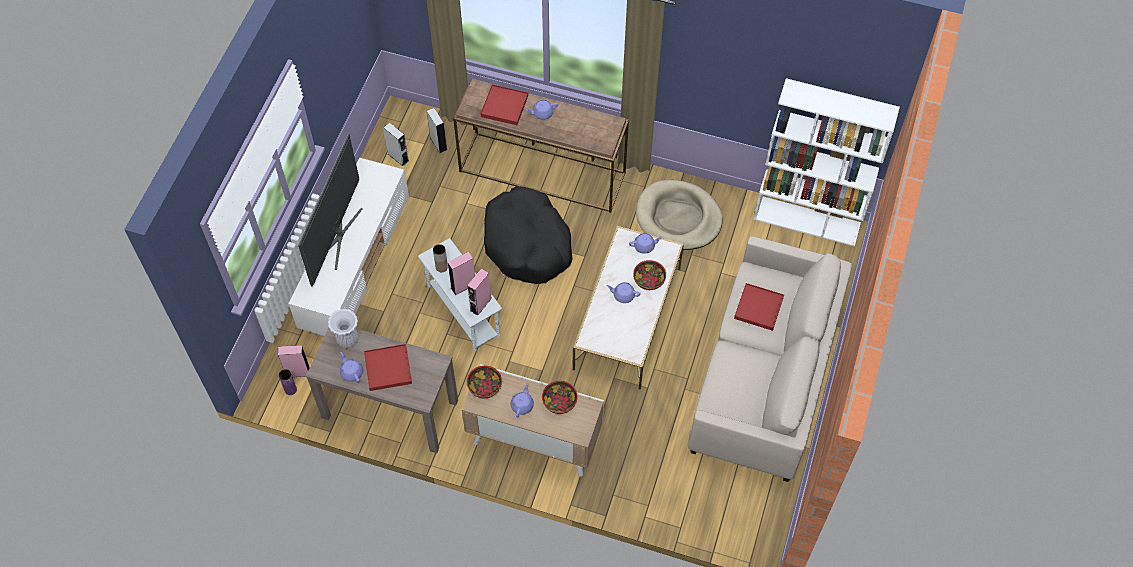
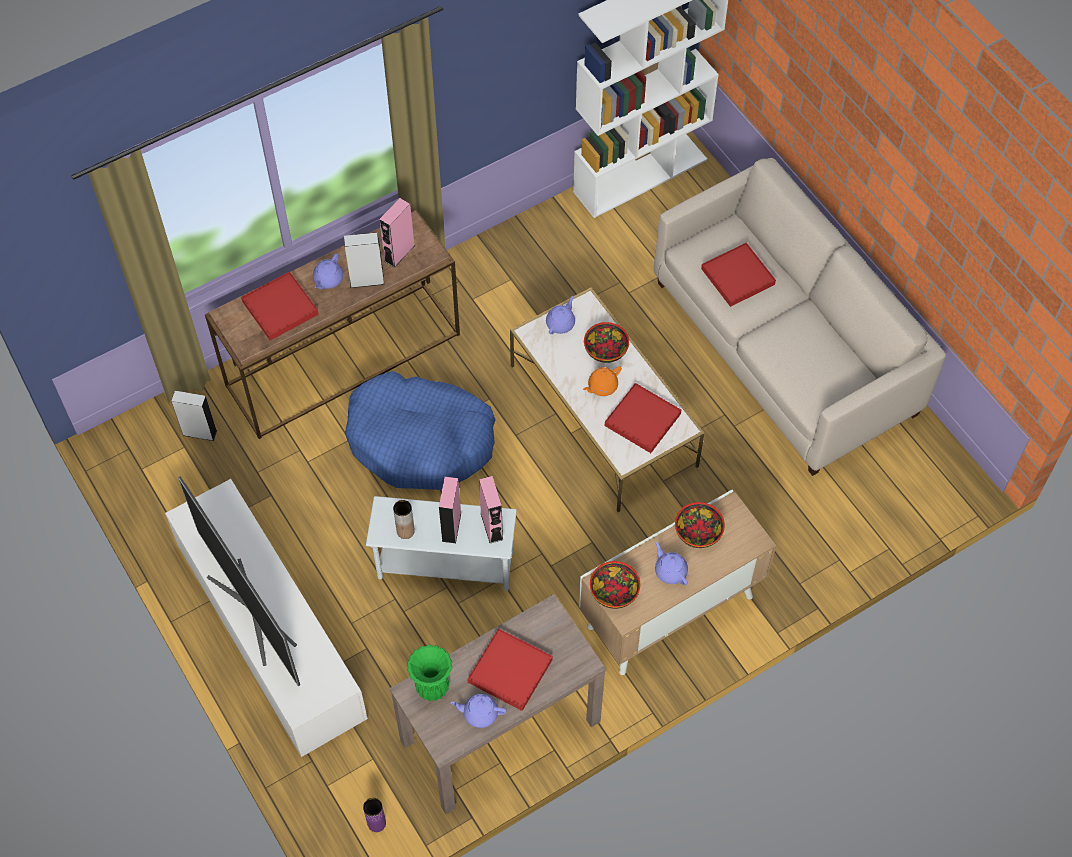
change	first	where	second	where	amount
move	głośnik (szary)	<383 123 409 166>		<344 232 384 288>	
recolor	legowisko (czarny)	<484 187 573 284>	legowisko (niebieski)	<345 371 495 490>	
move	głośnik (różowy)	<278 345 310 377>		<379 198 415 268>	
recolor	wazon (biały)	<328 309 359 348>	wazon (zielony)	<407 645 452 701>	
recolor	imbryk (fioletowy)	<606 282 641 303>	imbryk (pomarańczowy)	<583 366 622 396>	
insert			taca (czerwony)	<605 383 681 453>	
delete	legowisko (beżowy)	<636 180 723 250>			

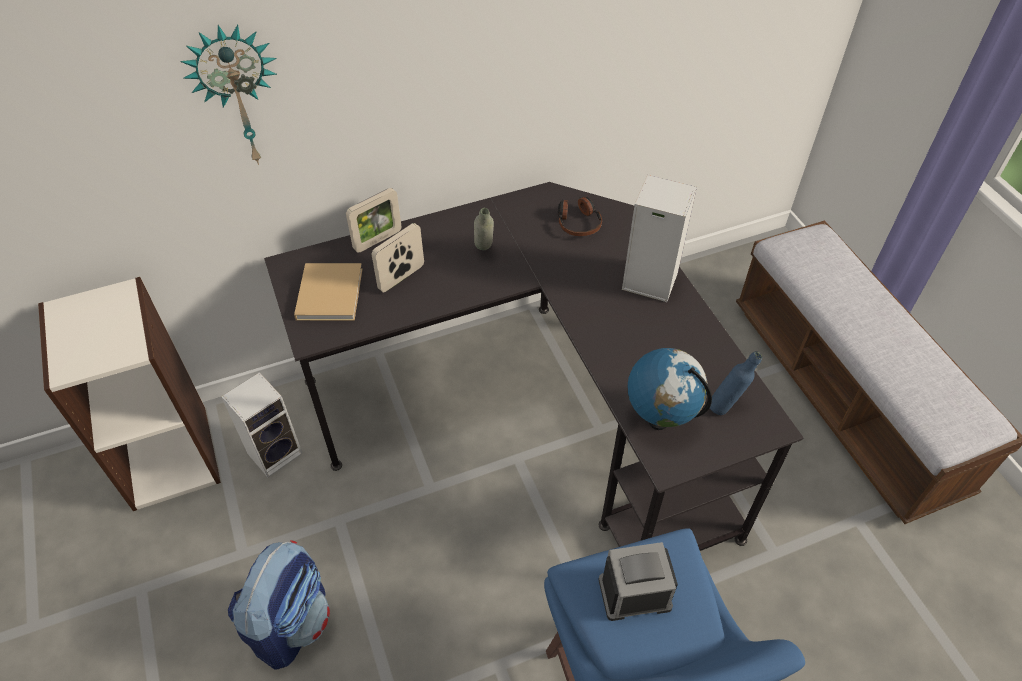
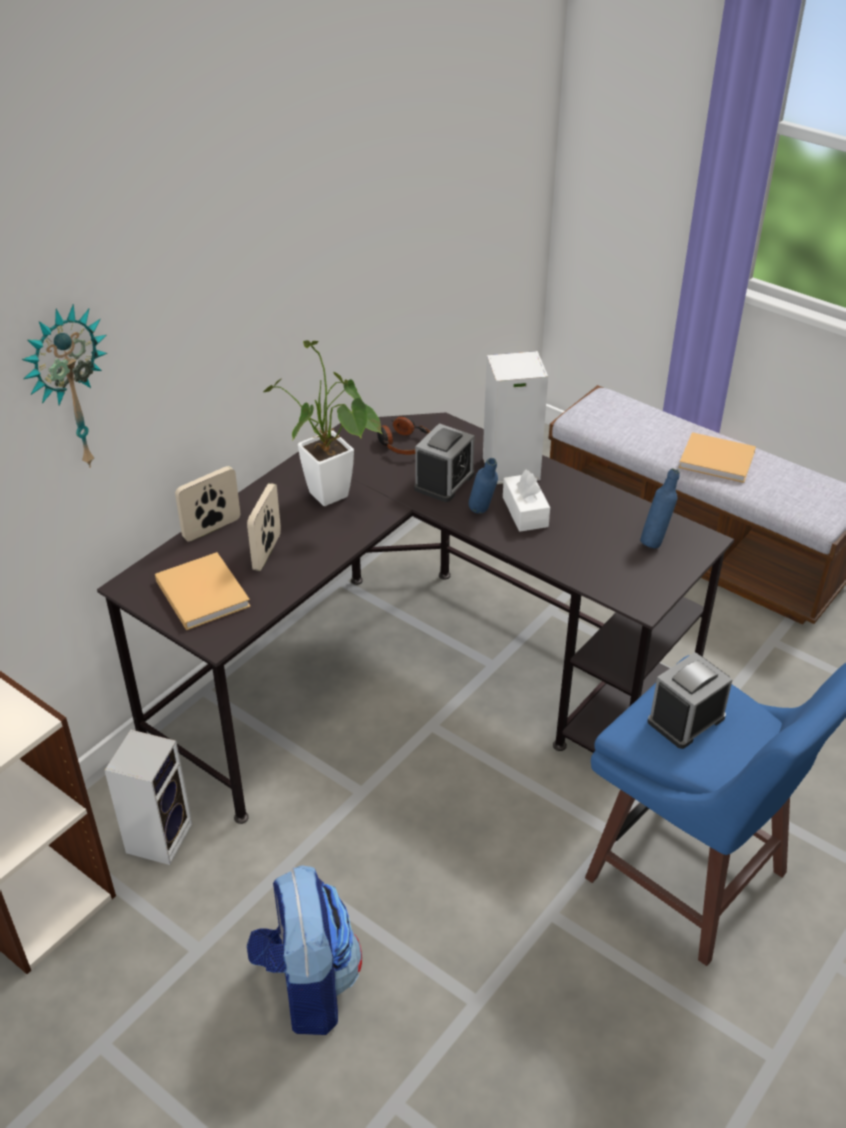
change	first	where	second	where	amount
rotate	ramka na zdjęcie	<346 188 402 253>		<175 466 240 542>	150 degrees counterclockwise
replace	butelka (szary)	<474 208 494 250>	roślina doniczkowa	<263 340 383 506>	
insert			budzik	<414 423 475 502>	
insert			butelka (niebieski)	<469 458 498 514>	
insert			pudełko chusteczek (biały)	<503 469 550 532>	
insert			książka (beżowy)	<679 432 756 483>	
delete	globus	<628 348 712 430>			

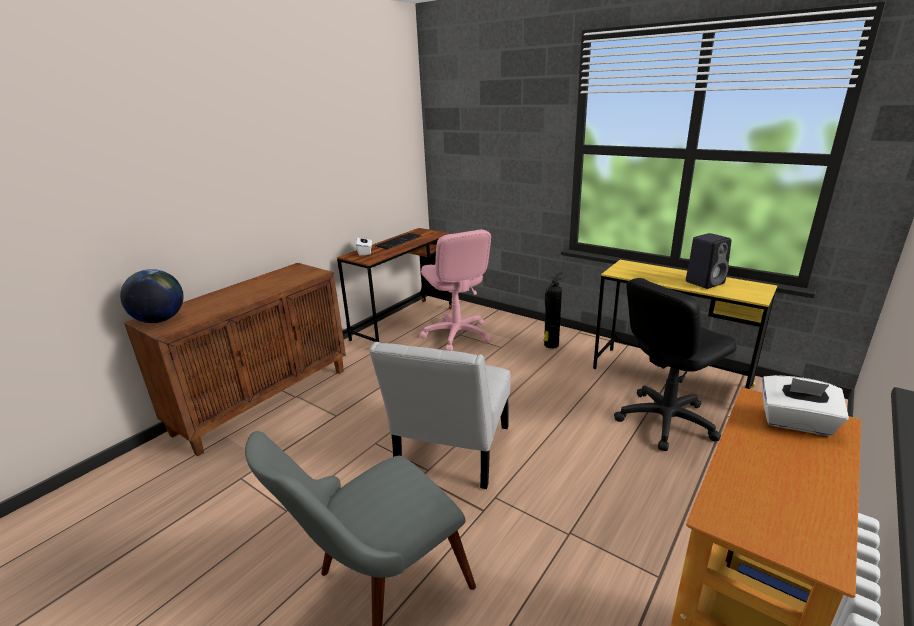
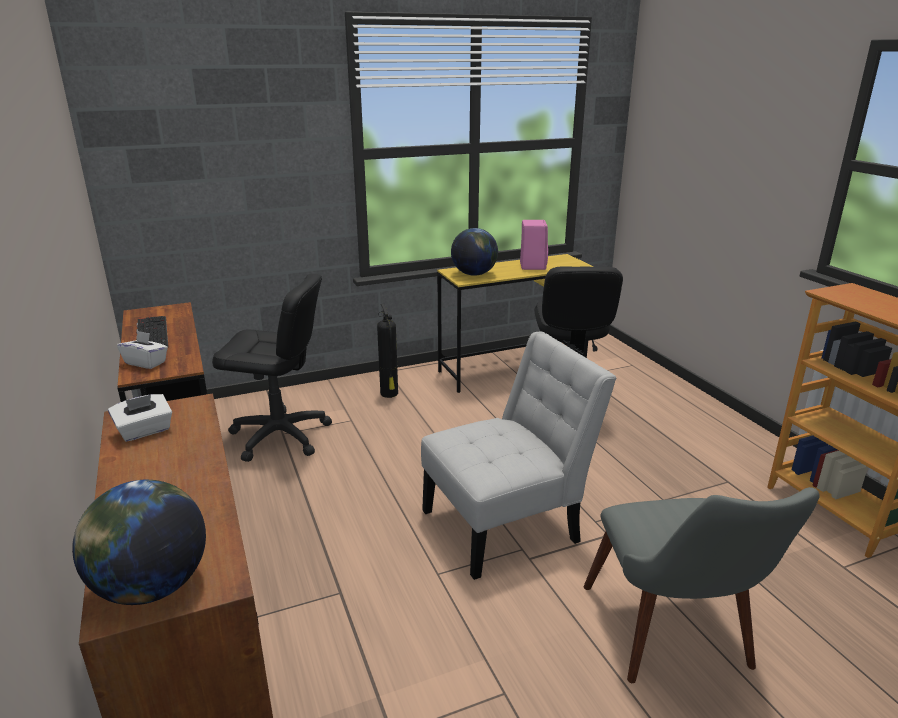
change	first	where	second	where	amount
move	pudełko chusteczek (biały)	<762 375 849 436>		<108 394 172 442>	
recolor	krzesło biurowe (różowy)	<420 230 491 351>	krzesło biurowe (czarny)	<212 274 332 462>	
rotate	krzesło (biały)	<369 342 510 489>		<421 332 617 580>	75 degrees counterclockwise
insert			globus	<451 228 498 276>	
recolor	głośnik (czarny)	<686 233 731 289>	głośnik (różowy)	<520 220 548 270>	

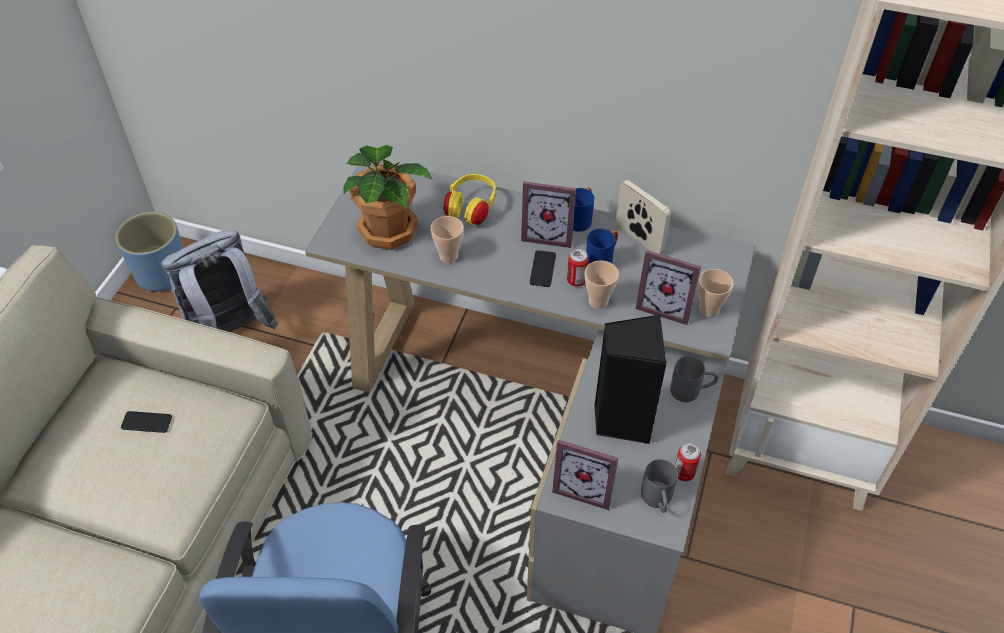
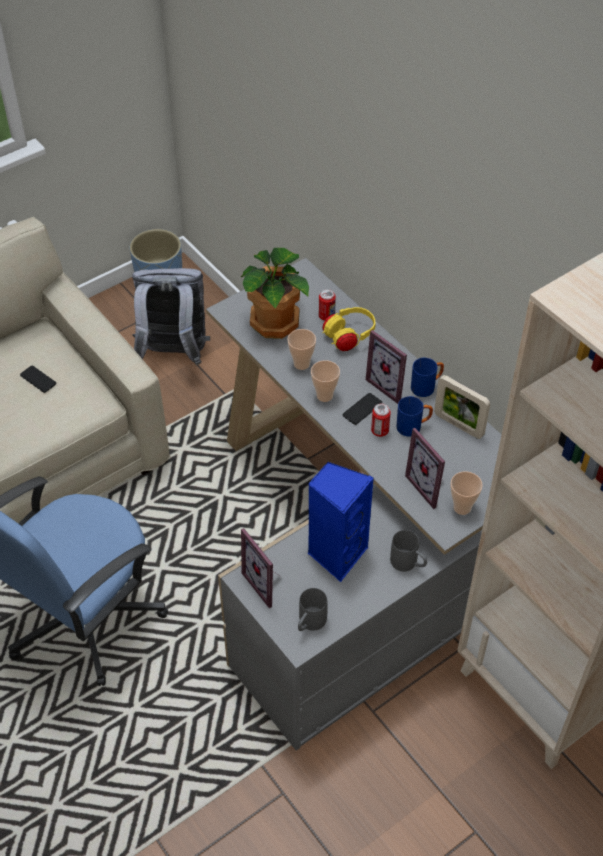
change	first	where	second	where	amount
recolor	głośnik (czarny)	<594 315 667 444>	głośnik (niebieski)	<308 461 374 582>	
move	filiżanka	<584 260 619 309>		<311 360 340 402>	
move	puszka	<675 443 701 481>		<319 289 336 321>	
rotate	ramka na zdjęcie	<616 180 671 254>		<434 375 490 439>	135 degrees clockwise

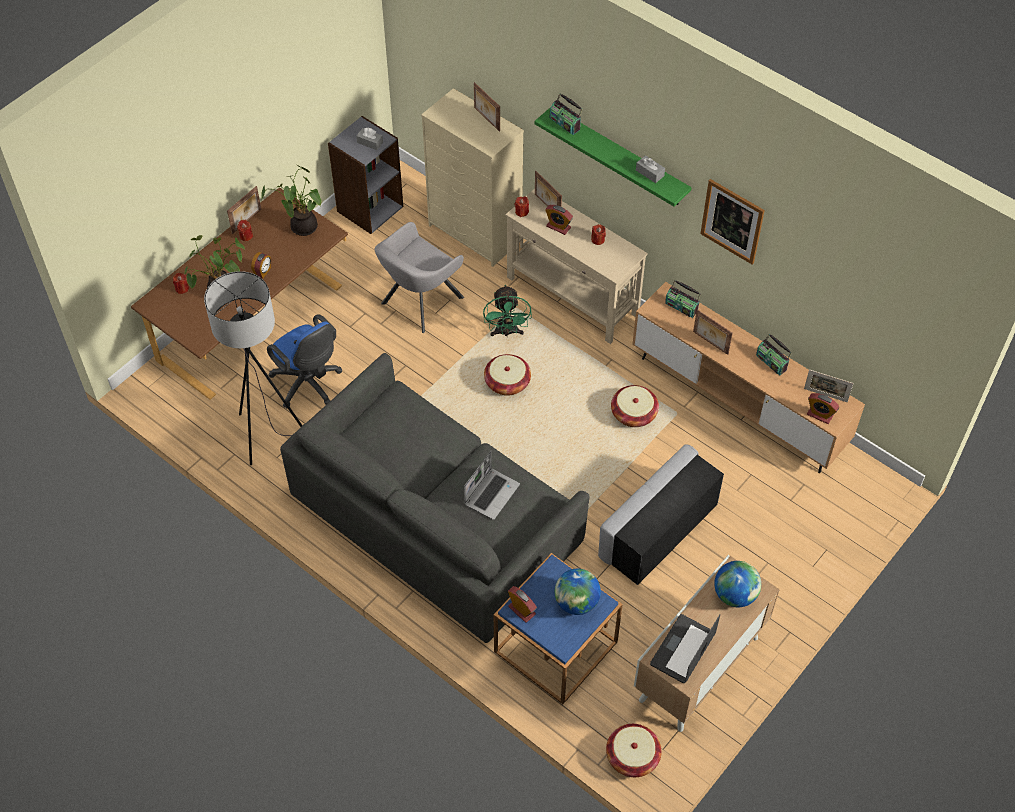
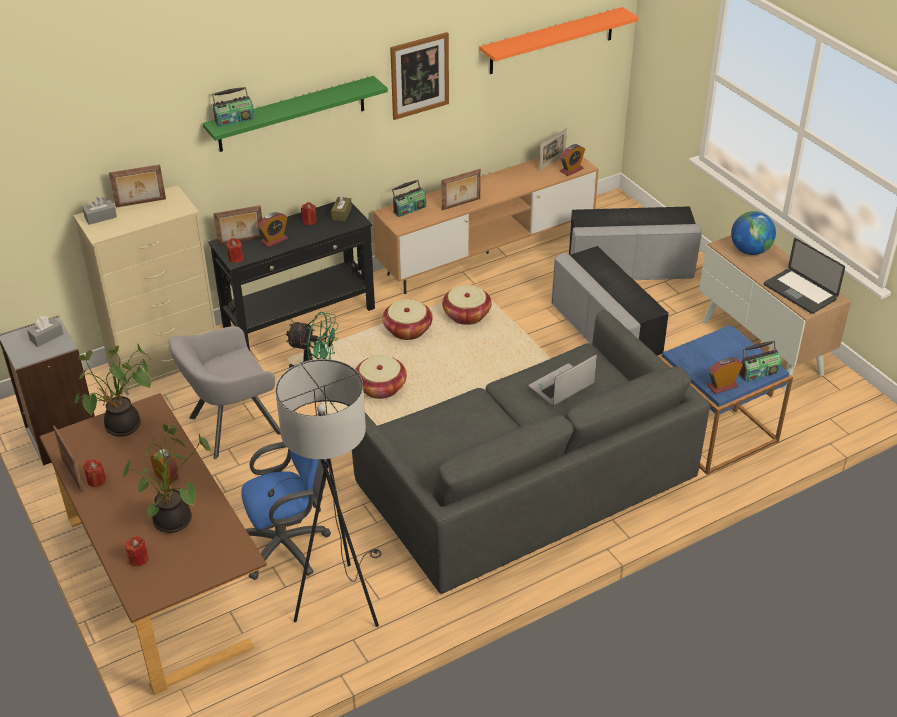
change	first	where	second	where	amount
move	pudełko chusteczek (szary)	<636 155 665 183>		<82 197 117 225>	
rotate	fotel (szary)	<374 222 464 333>		<168 326 281 459>	90 degrees clockwise
recolor	stolik konsolowy (beżowy)	<506 189 648 344>	stolik konsolowy (czarny)	<208 202 375 351>	
insert			pudełko chusteczek (brązowy)	<331 194 352 222>	
move	koszyk	<606 724 662 777>		<383 299 432 340>	
insert			półka (pomarańczowy)	<480 7 639 74>	
rotate	laptop	<464 451 520 520>		<528 355 597 406>	90 degrees counterclockwise
insert			pufa (szary)	<569 206 702 280>	
move	radio	<756 333 792 375>		<739 341 781 382>	
delete	globus	<555 569 601 615>			

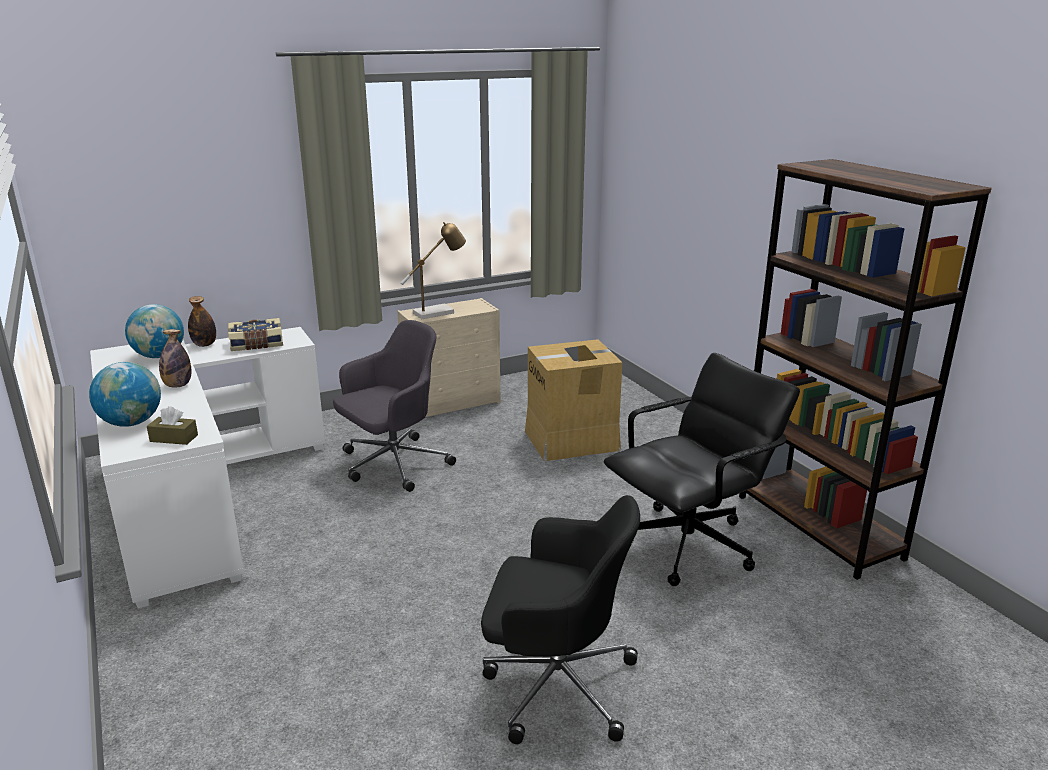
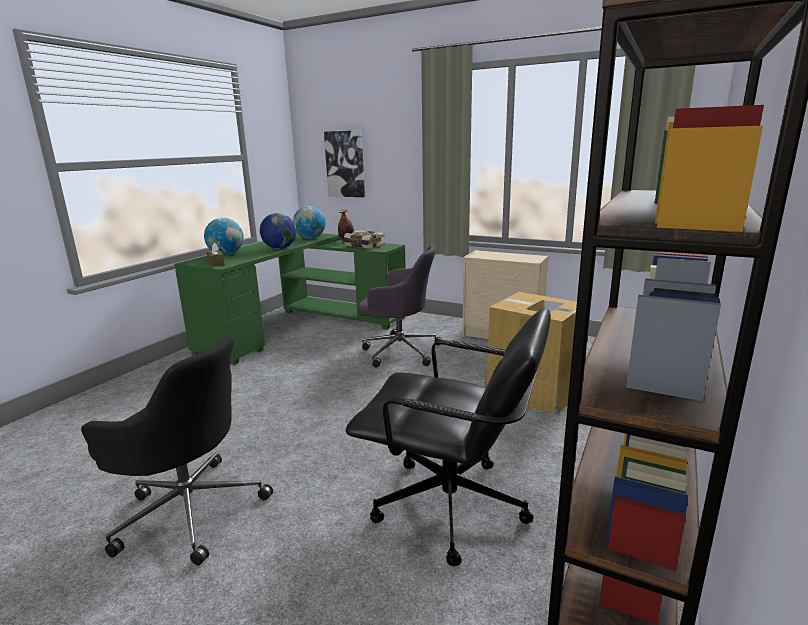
change	first	where	second	where	amount
rotate	krzesło biurowe (czarny)	<481 495 640 744>		<81 337 273 565>	45 degrees counterclockwise
recolor	biurko (biały)	<90 327 325 608>	biurko (zielony)	<174 233 406 365>	
replace	butelka	<159 329 191 387>	globus	<260 213 296 249>	
insert			obraz	<324 130 365 197>	
delete	lampa stołowa	<401 222 466 319>			

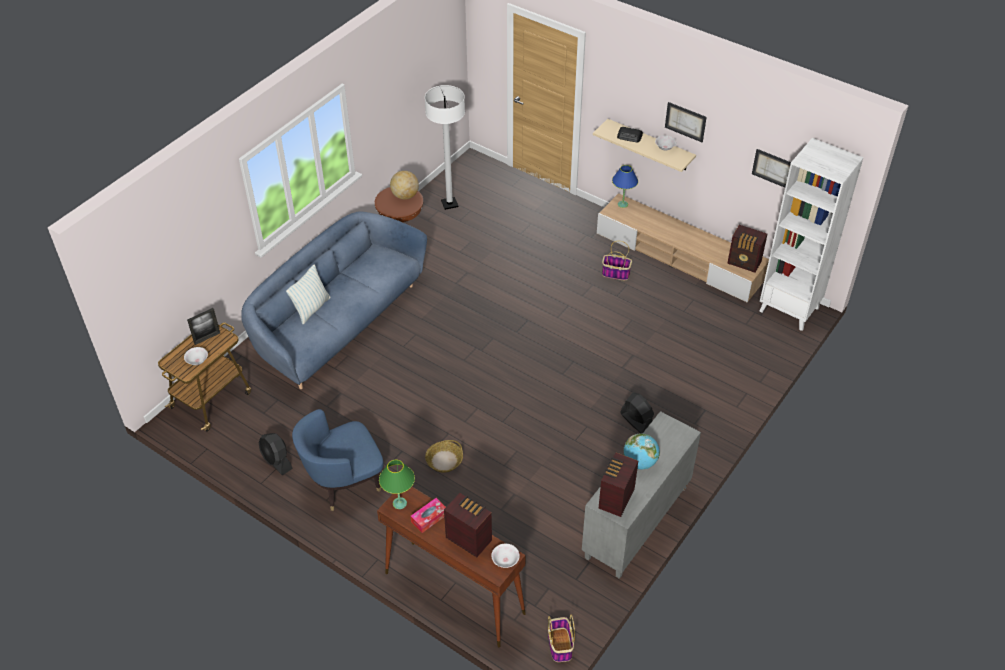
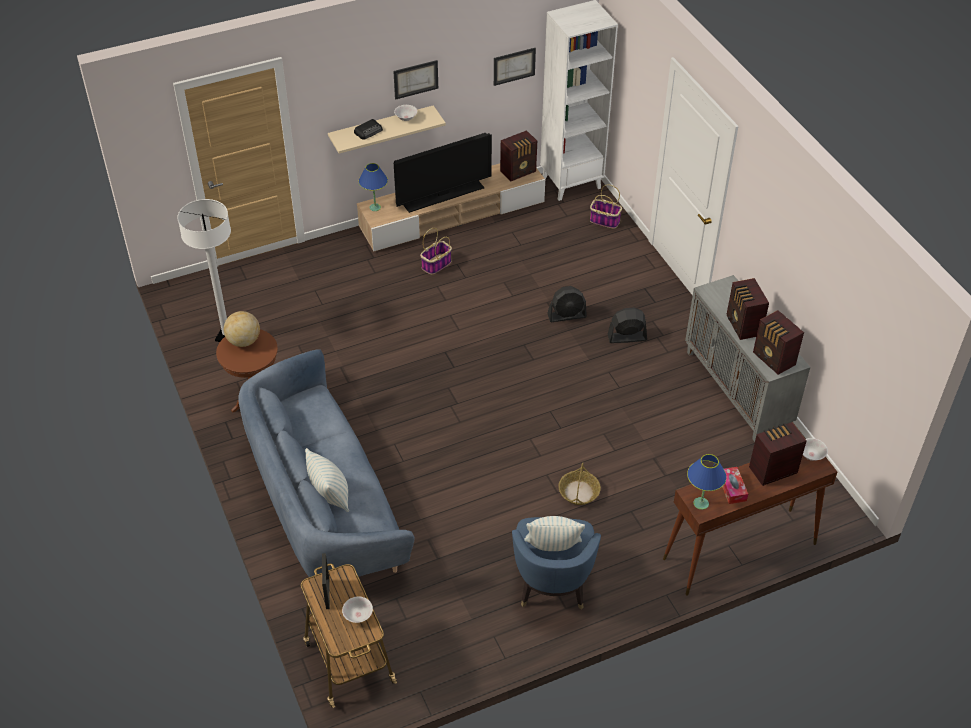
change	first	where	second	where	amount
insert			telewizor	<394 133 492 213>	
insert			poduszka	<524 516 585 551>	
move	wentylator (czarny)	<259 433 293 475>		<547 286 587 322>	
move	koszyk	<548 614 575 662>		<590 184 622 228>	
recolor	lampa stołowa (zielony)	<379 460 415 509>	lampa stołowa (niebieski)	<687 454 727 510>	
replace	globus	<624 433 660 469>	radio	<726 278 769 340>	

